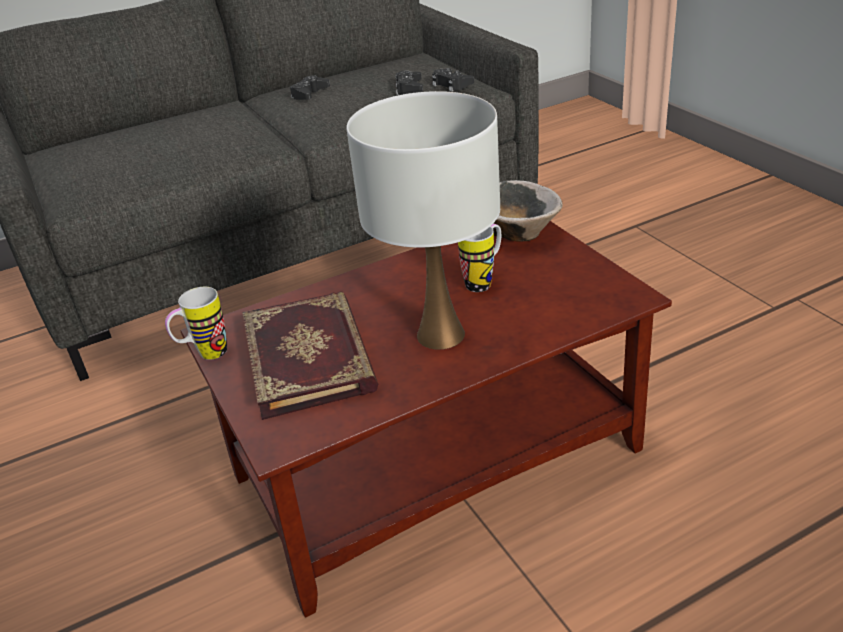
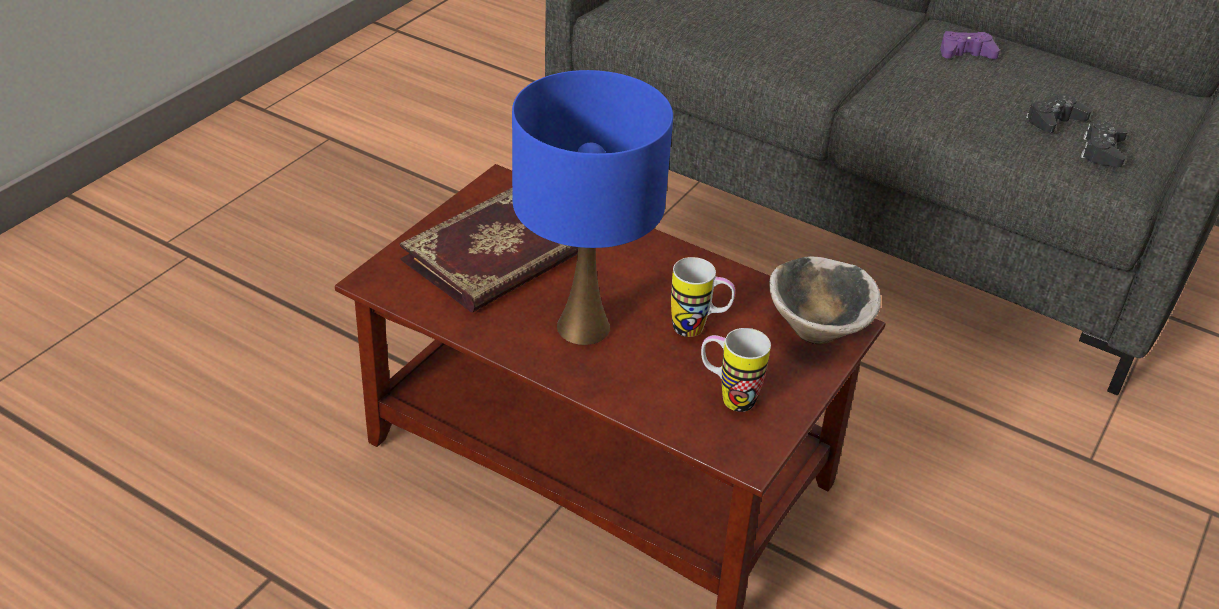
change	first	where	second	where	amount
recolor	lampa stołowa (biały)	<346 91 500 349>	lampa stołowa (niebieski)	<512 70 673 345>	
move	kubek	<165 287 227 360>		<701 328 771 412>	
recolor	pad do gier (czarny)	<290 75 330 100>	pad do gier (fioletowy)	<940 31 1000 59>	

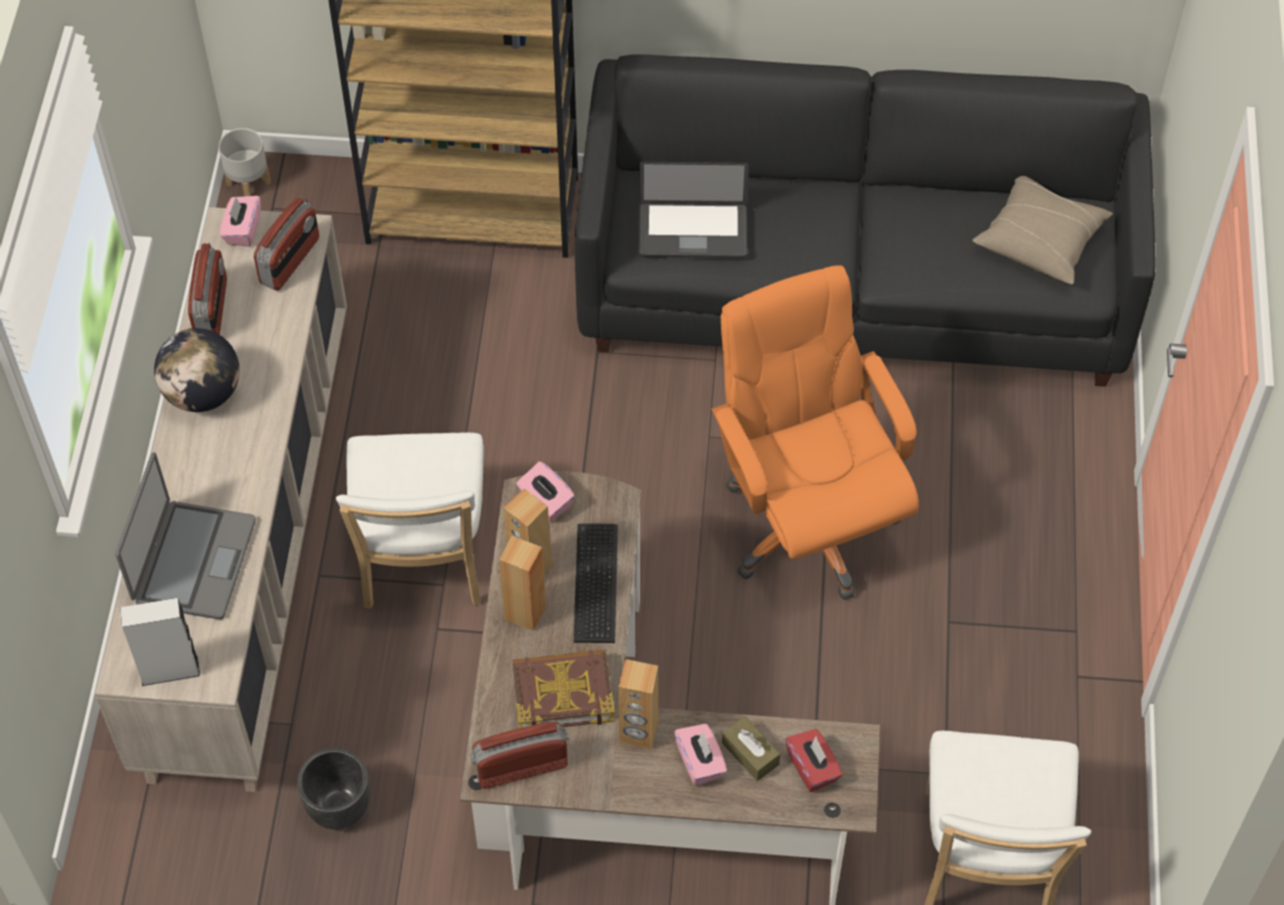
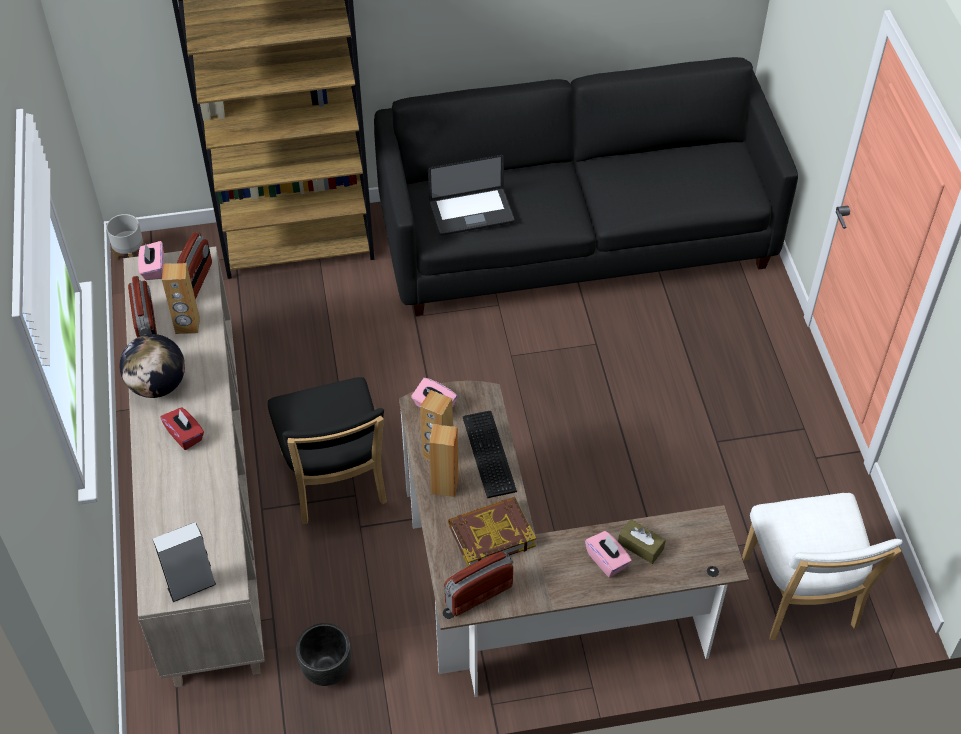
change	first	where	second	where	amount
move	pudełko chusteczek (czerwony)	<786 729 842 792>		<160 407 204 450>	
move	głośnik (brązowy)	<618 659 659 750>		<162 263 200 334>	
recolor	krzesło (biały)	<336 432 484 609>	krzesło (czarny)	<268 377 387 524>	
delete	laptop	<115 452 256 620>			
delete	krzesło biurowe (pomarańczowy)	<711 266 919 600>			
delete	poduszka (beżowy)	<972 176 1113 284>			

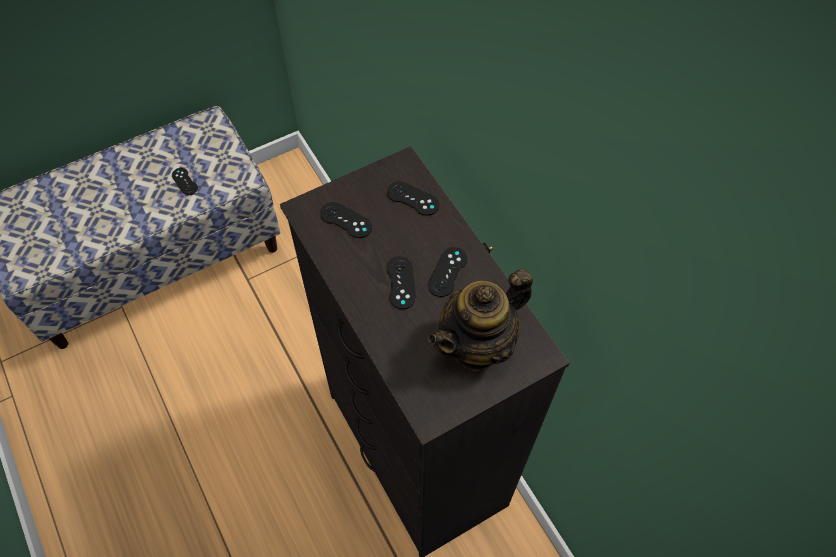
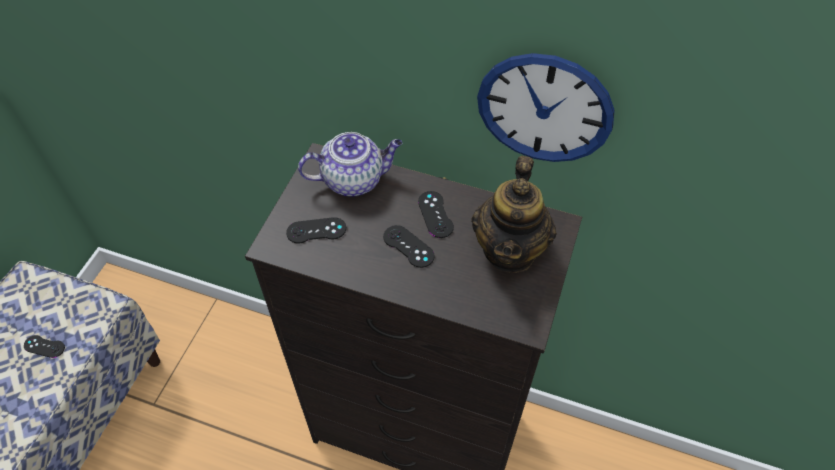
change	first	where	second	where	amount
replace	pad do gier (czarny)	<387 181 439 216>	imbryk	<298 132 402 197>	
insert			zegar ścienny	<477 53 615 162>	

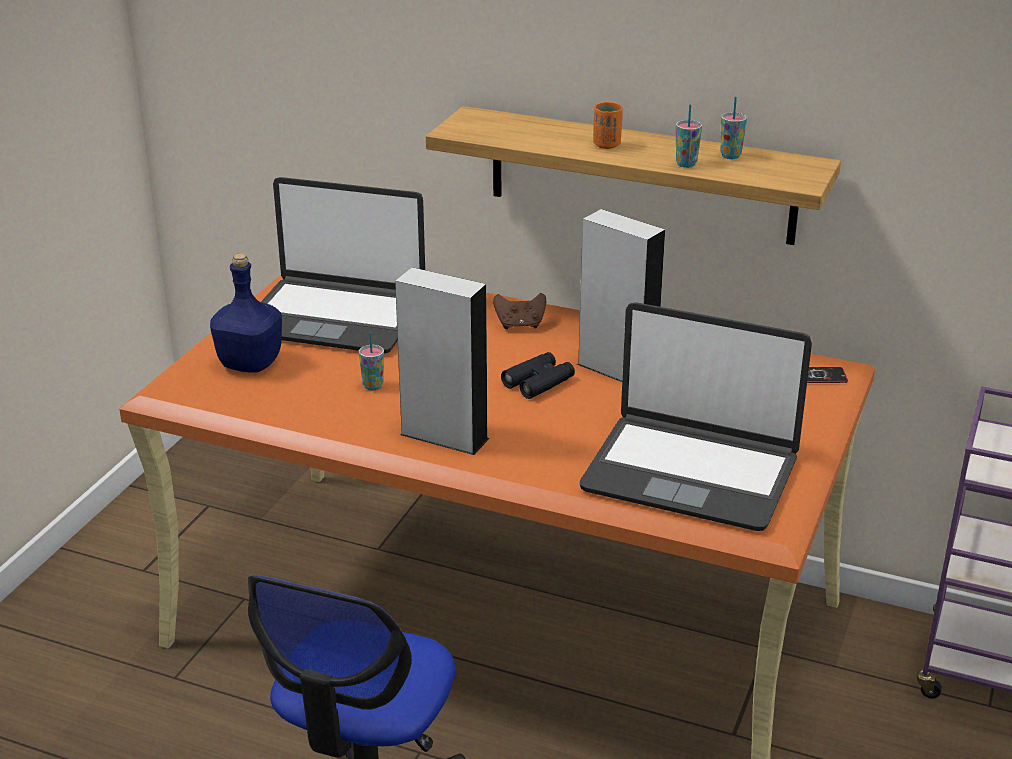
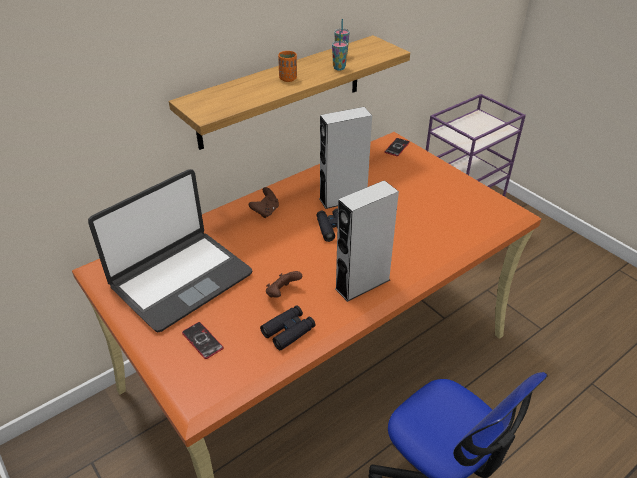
change	first	where	second	where	amount
replace	butelka (niebieski)	<210 254 282 373>	telefon	<182 322 223 359>	
insert			lornetka (czarny)	<260 305 316 350>	
replace	filiżanka	<359 332 384 391>	pad do gier (brązowy)	<266 271 302 298>	
delete	laptop	<580 302 812 531>			

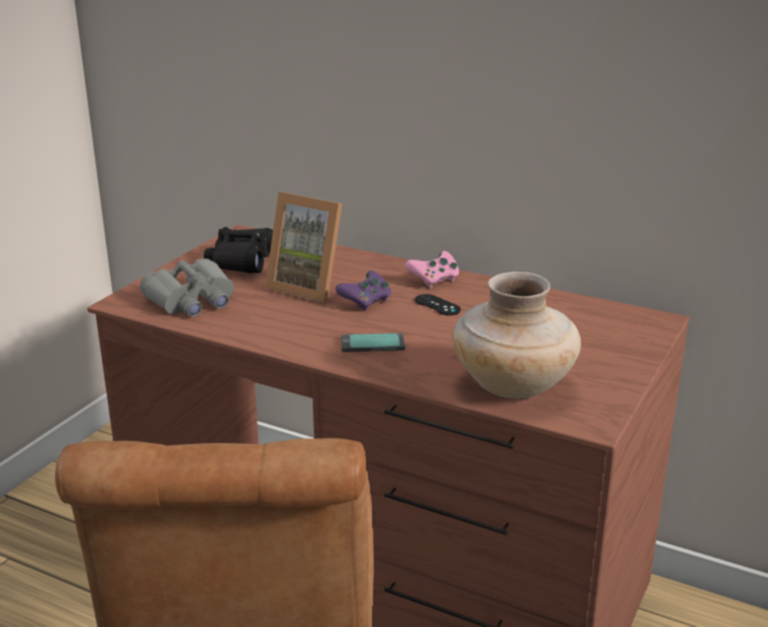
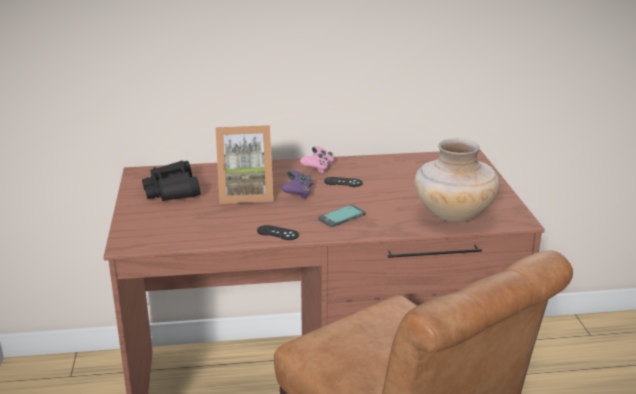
change	first	where	second	where	amount
insert			pad do gier (czarny)	<257 225 299 240>	
delete	lornetka (szary)	<140 258 234 317>			

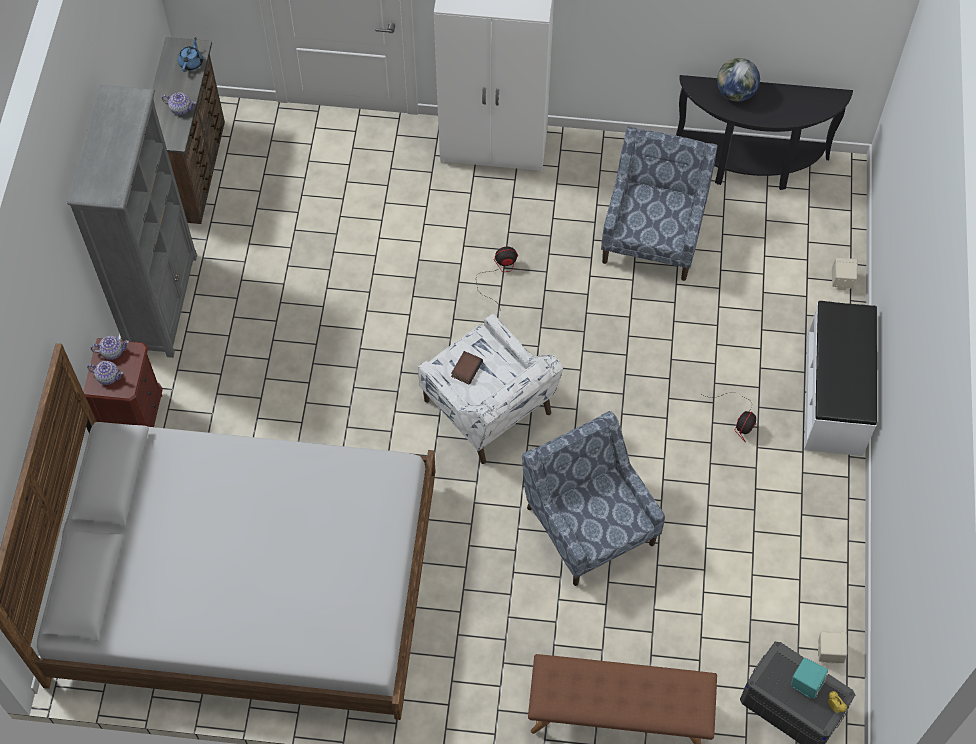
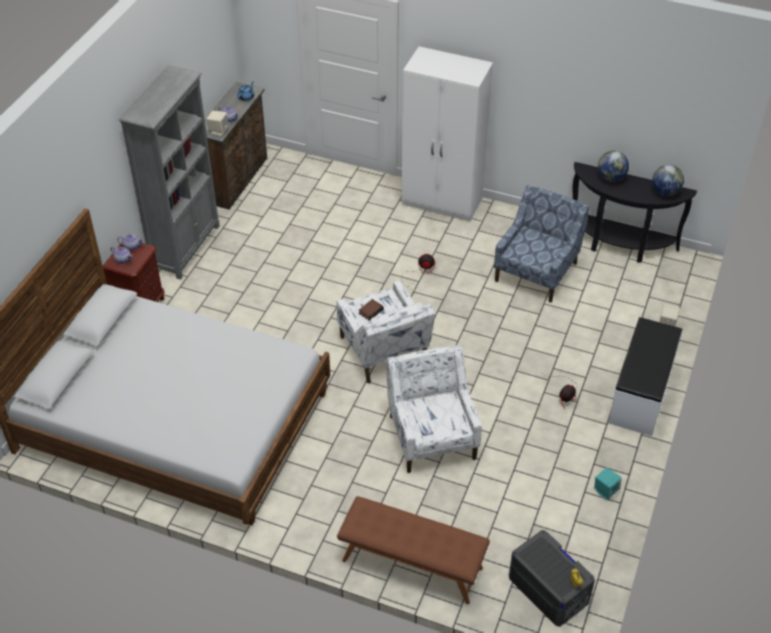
change	first	where	second	where	amount
move	głośnik (beżowy)	<818 632 847 664>		<206 111 229 136>	
recolor	fotel (niebieski)	<522 411 665 586>	fotel (biały)	<386 345 482 473>	
move	głośnik (turkusowy)	<791 658 828 699>		<594 468 622 499>	
insert			globus	<652 165 684 196>	

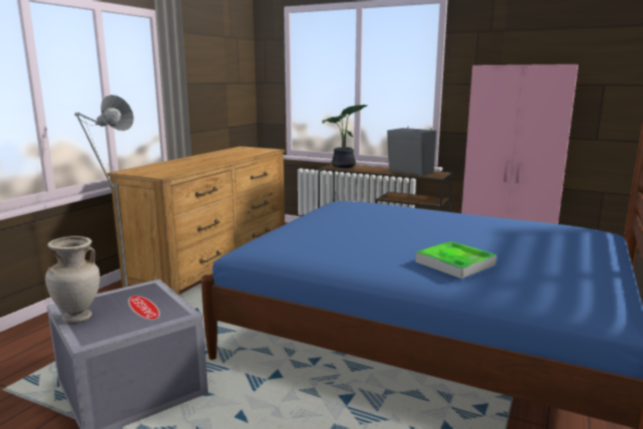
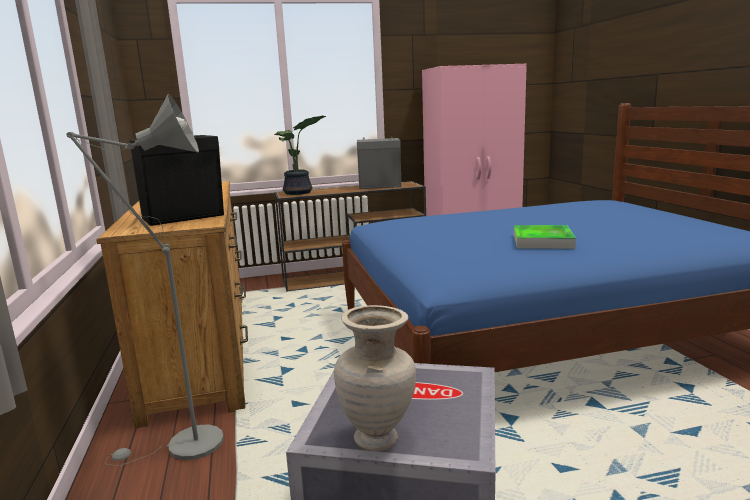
change	first	where	second	where	amount
insert			głośnik (czarny)	<129 132 224 226>	
move	taca	<416 241 497 279>		<514 225 576 249>	

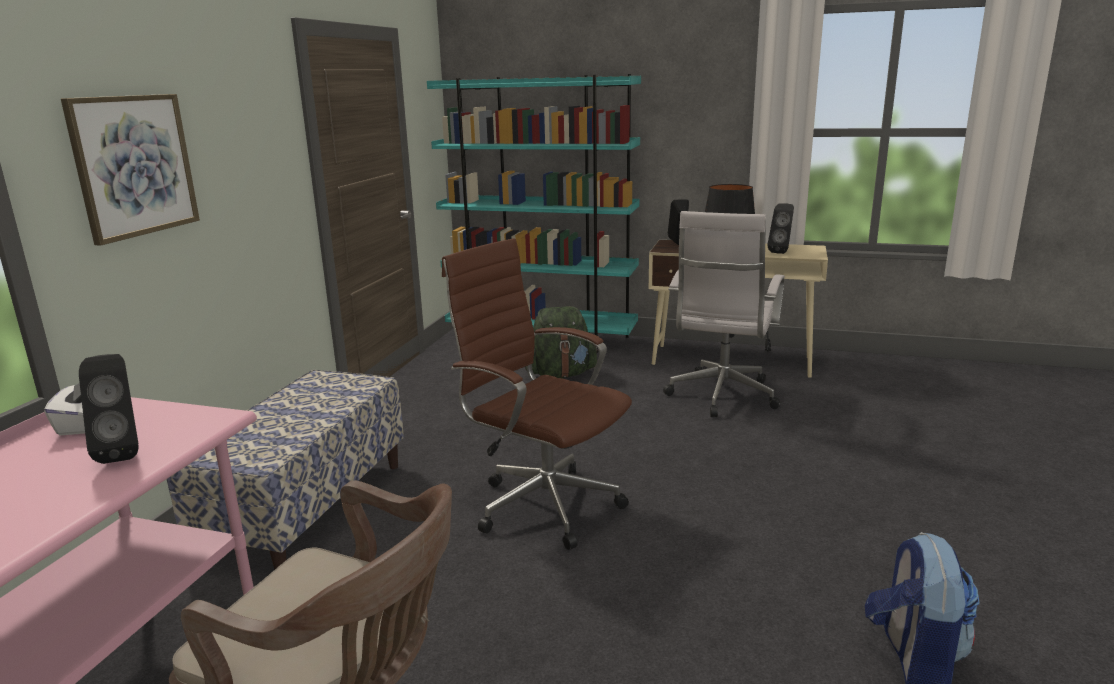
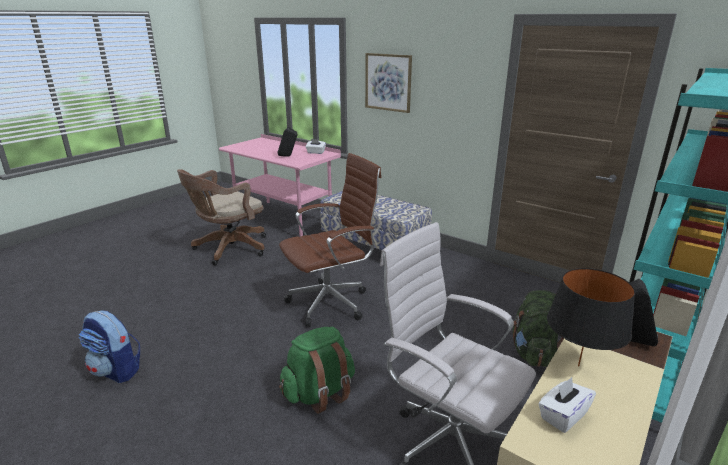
change	first	where	second	where	amount
insert			plecak (zielony)	<279 327 355 413>	
replace	głośnik (czarny)	<767 203 794 254>	pudełko chusteczek (biały)	<538 377 596 433>	

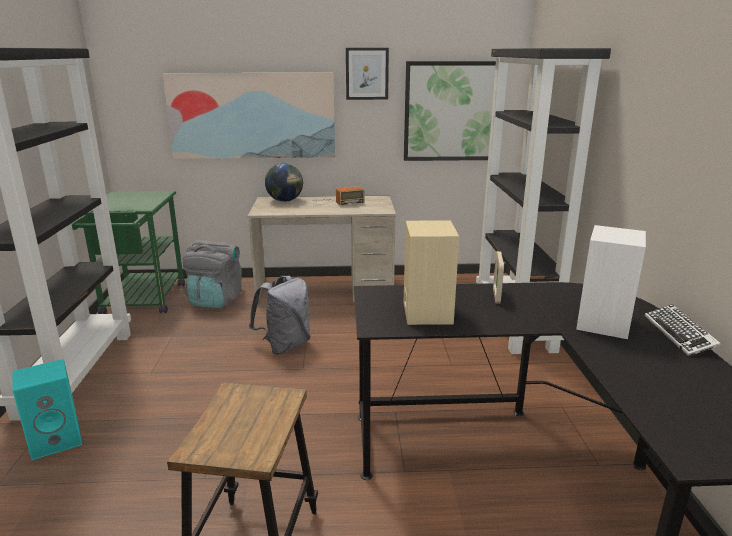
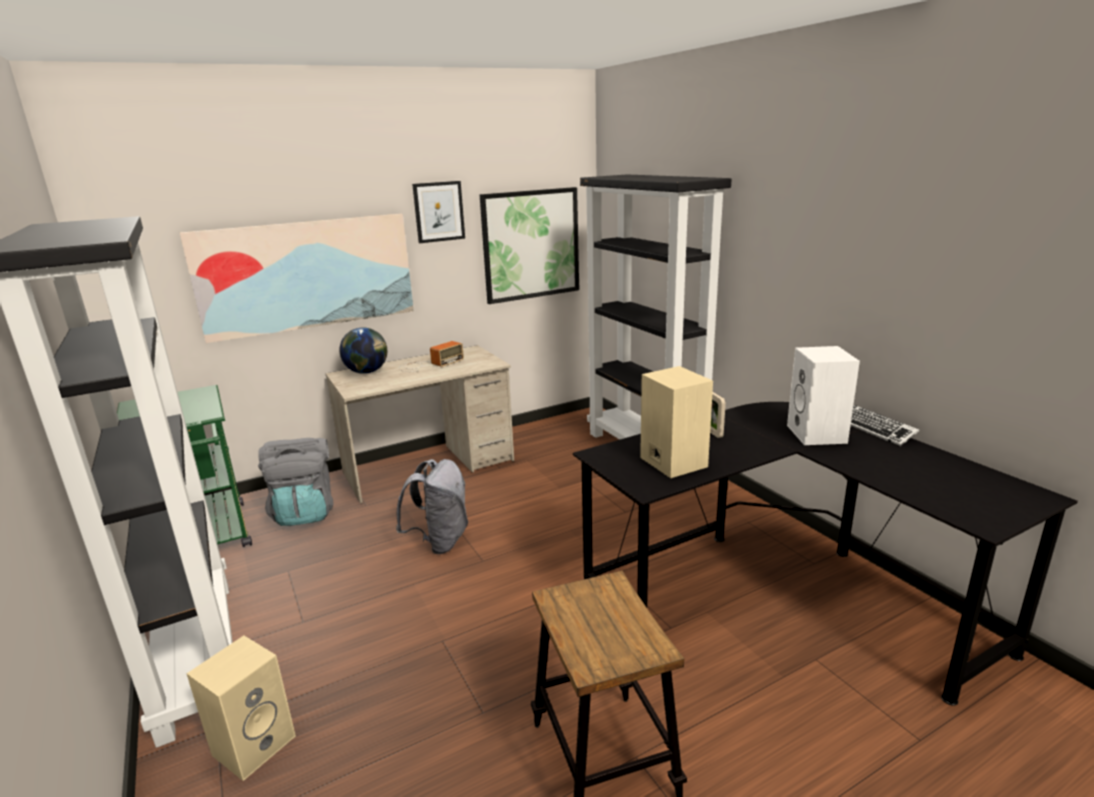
change	first	where	second	where	amount
recolor	głośnik (turkusowy)	<13 359 82 460>	głośnik (beżowy)	<186 636 296 781>	

